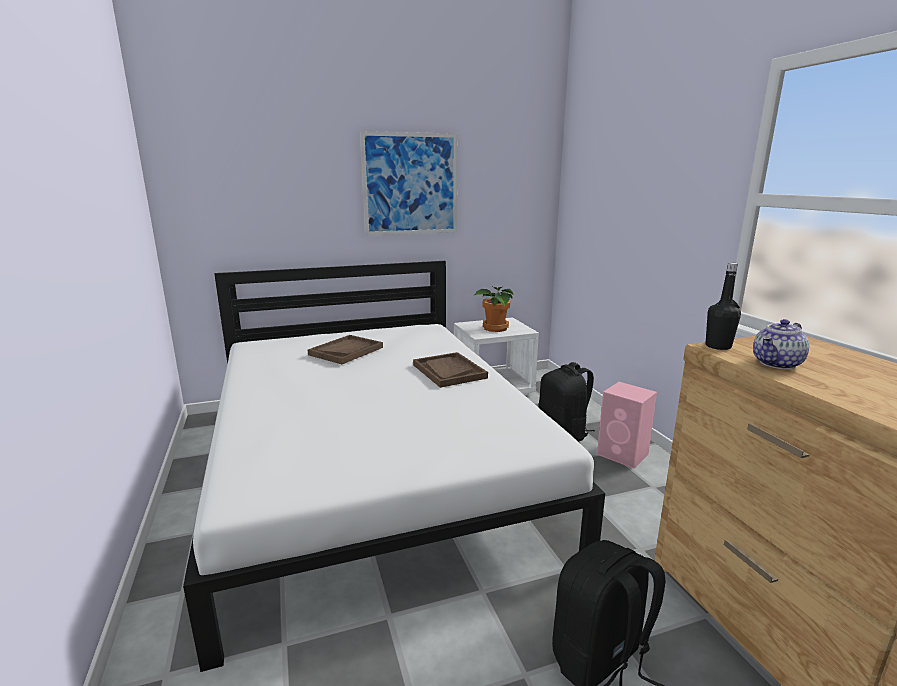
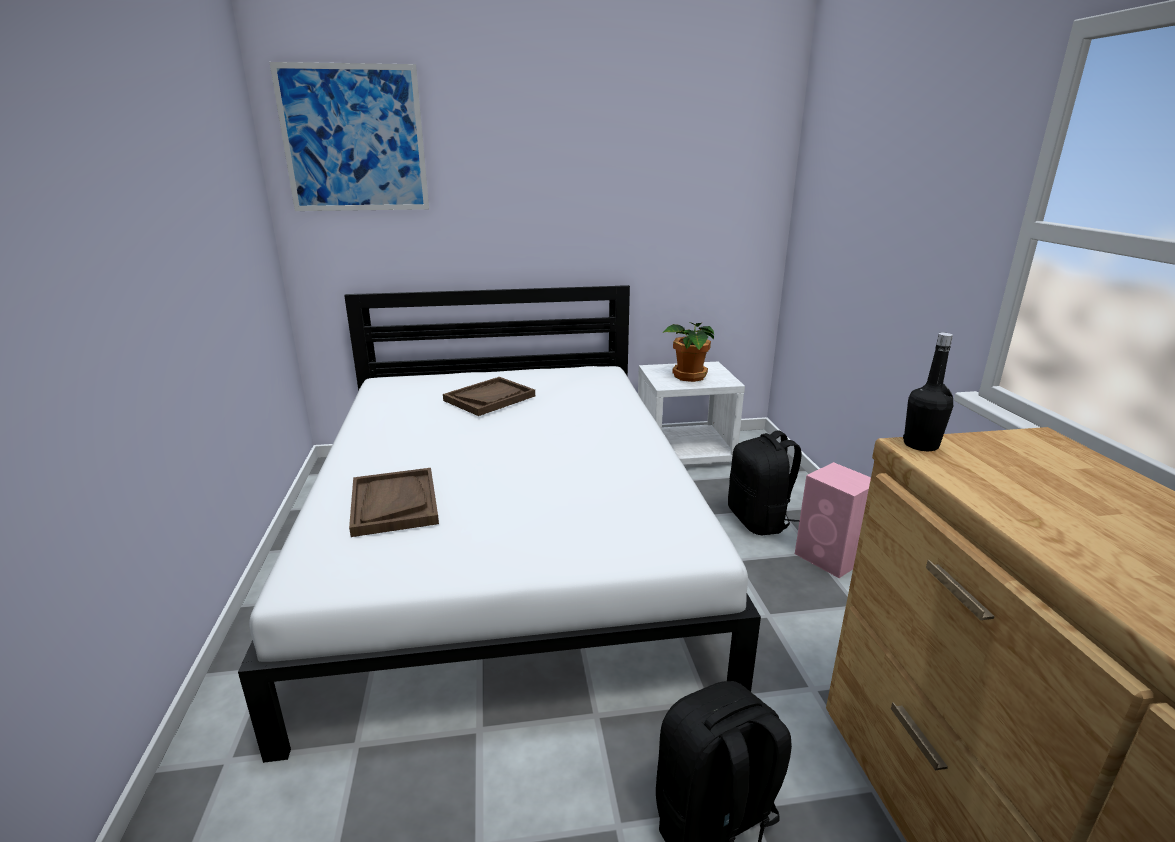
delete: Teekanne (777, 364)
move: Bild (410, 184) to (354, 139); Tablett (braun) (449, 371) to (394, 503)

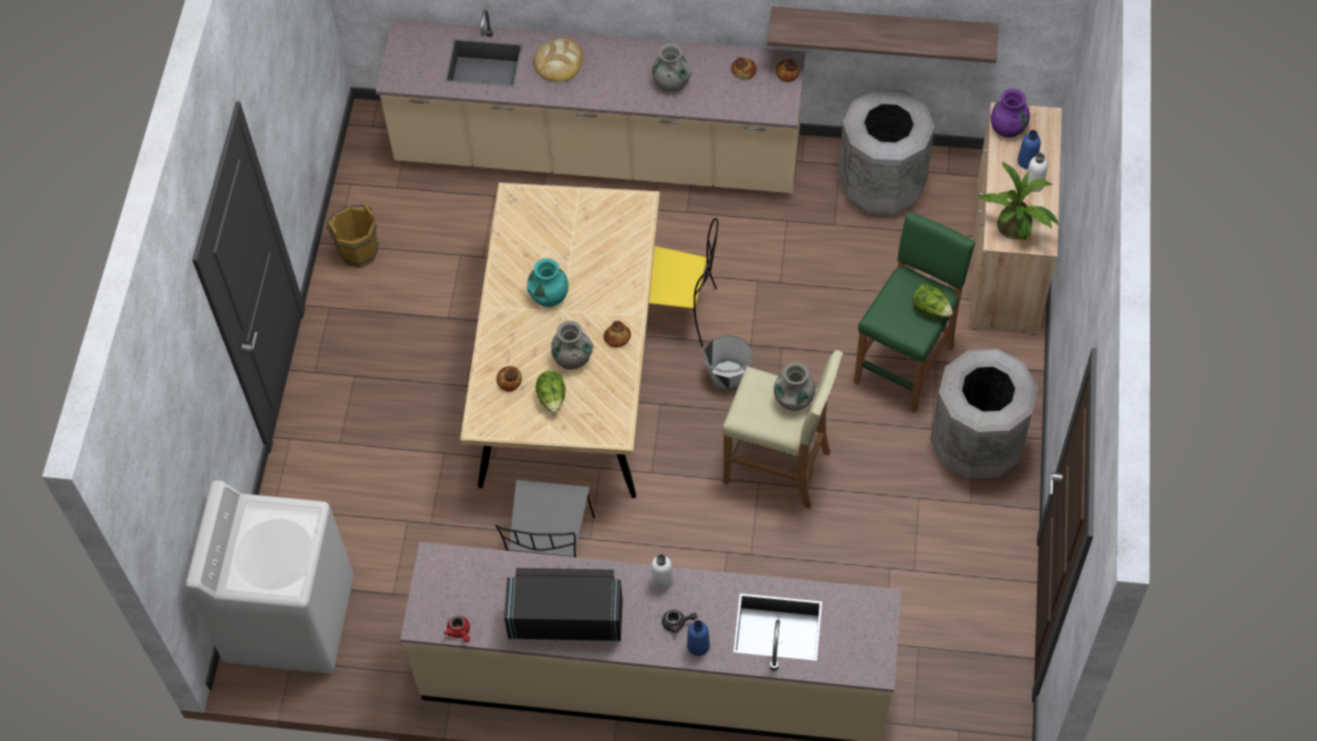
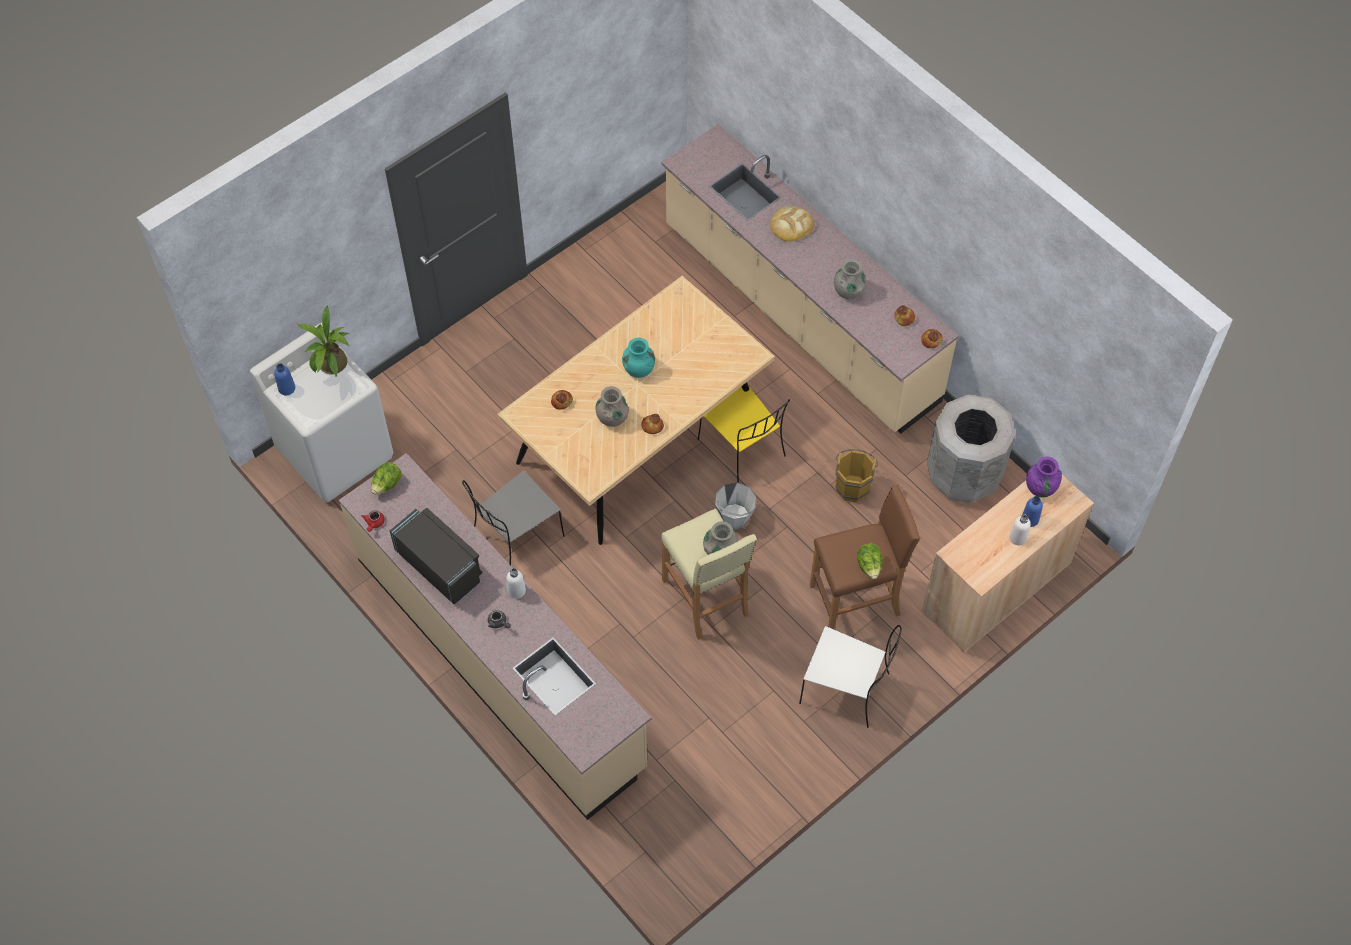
delete: Wandregal (883, 27)
move: Flasche (blau) (698, 646) to (287, 388); Topfpflanze (1015, 230) to (331, 367); Salatkopf (552, 398) to (387, 485); Eimer (braun) (357, 249) to (853, 485)
replace: Mülleimer (grau) (976, 445) to Stuhl (weiß) (847, 689)
recolor: Hocker (grün) (905, 364) to Hocker (braun) (856, 600)

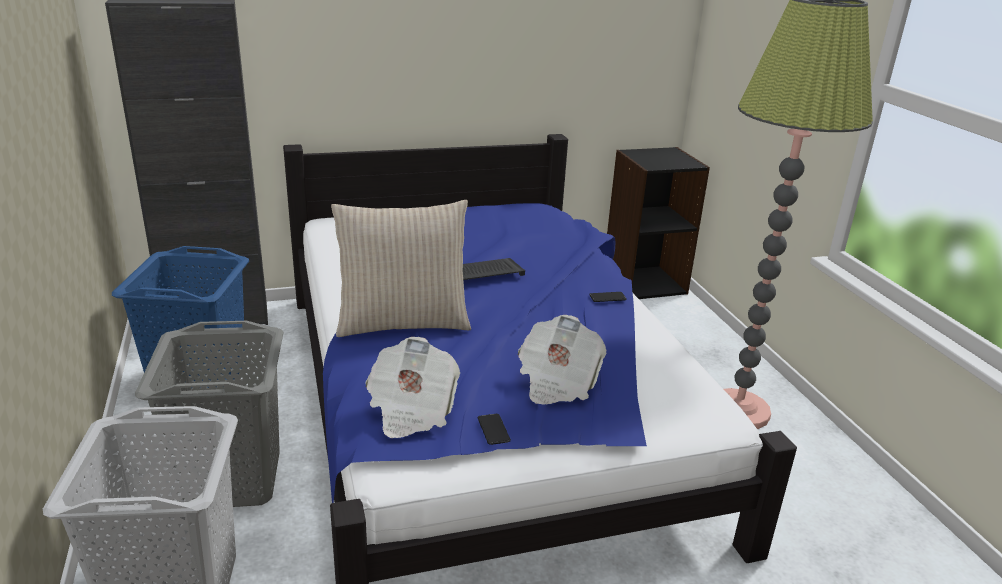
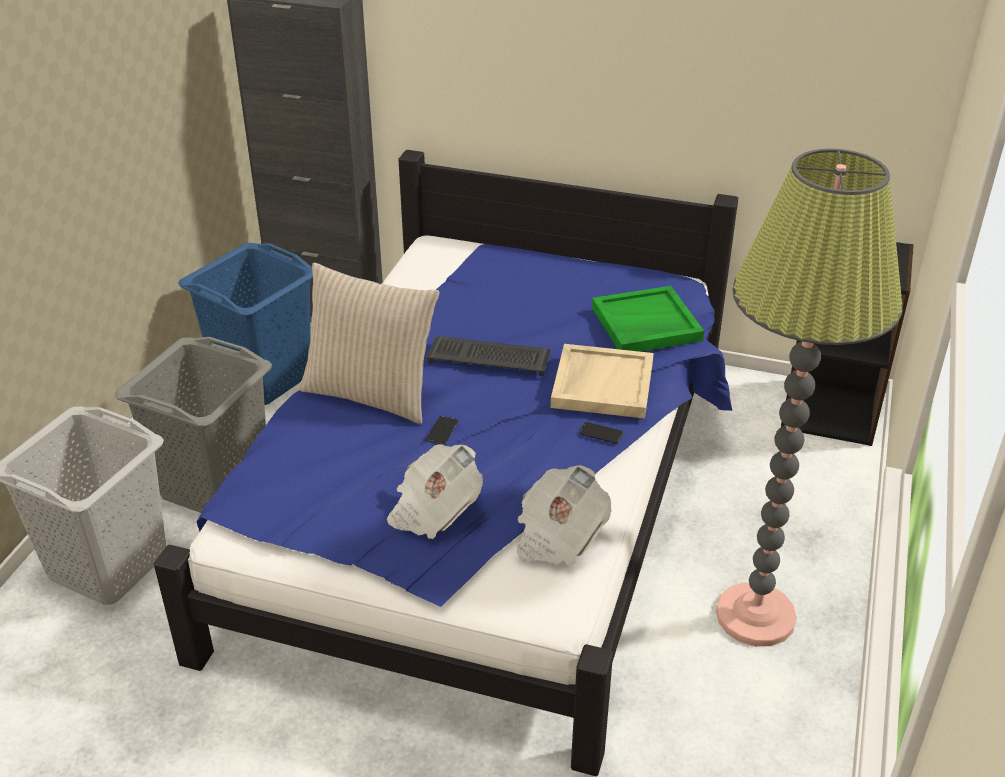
insert: Tablett (beige) (602, 384); Tablett (grün) (645, 324)
move: Handy (493, 429) to (442, 431); Zeitung (411, 409) to (558, 536)

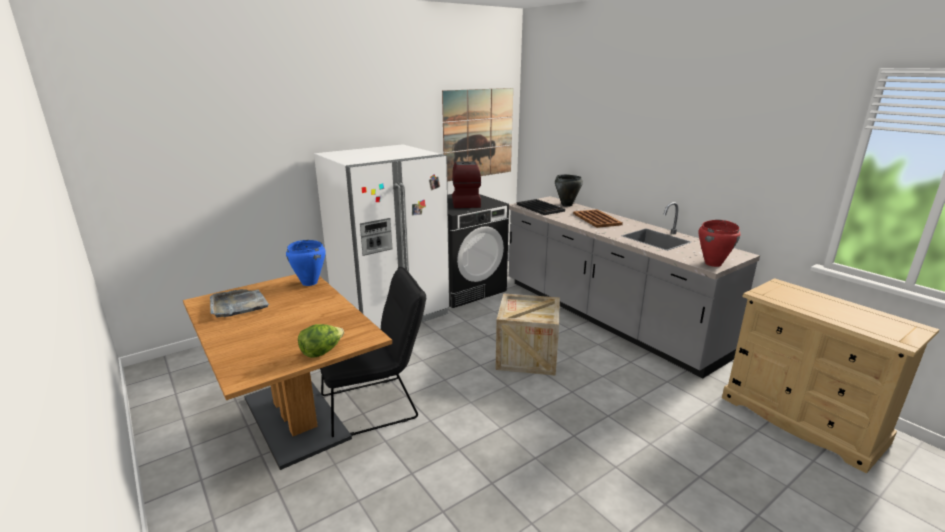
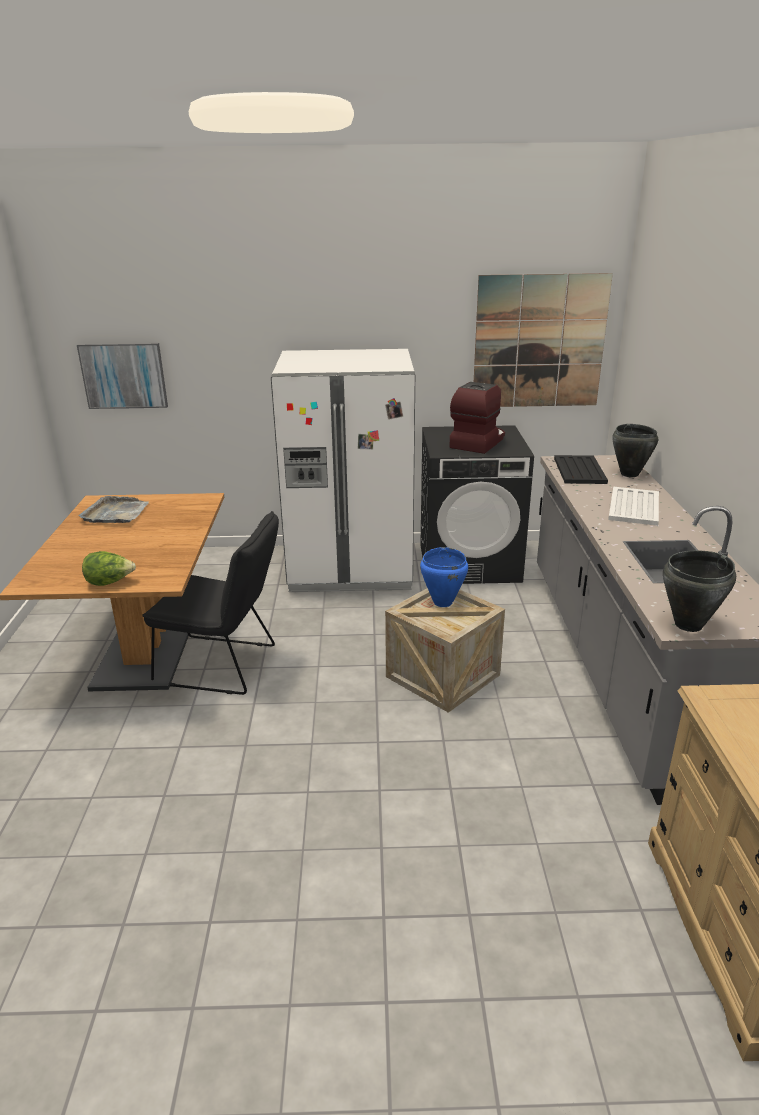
insert: Bild (124, 375)
move: Kochtopf (blau) (309, 283) to (442, 602)
recolor: Tablett (braun) (596, 219) to Tablett (weiß) (634, 506); Kochtopf (rot) (713, 264) to Kochtopf (schwarz) (689, 625)

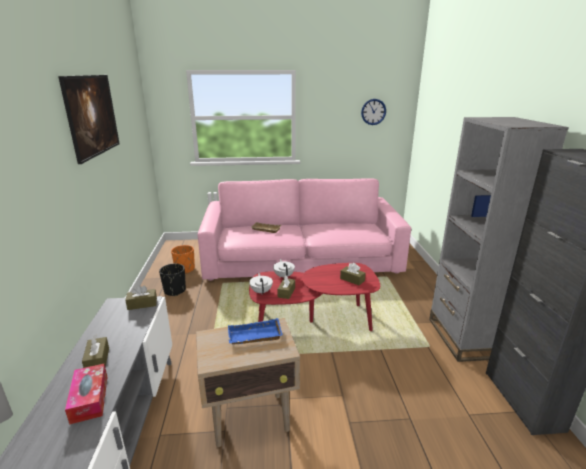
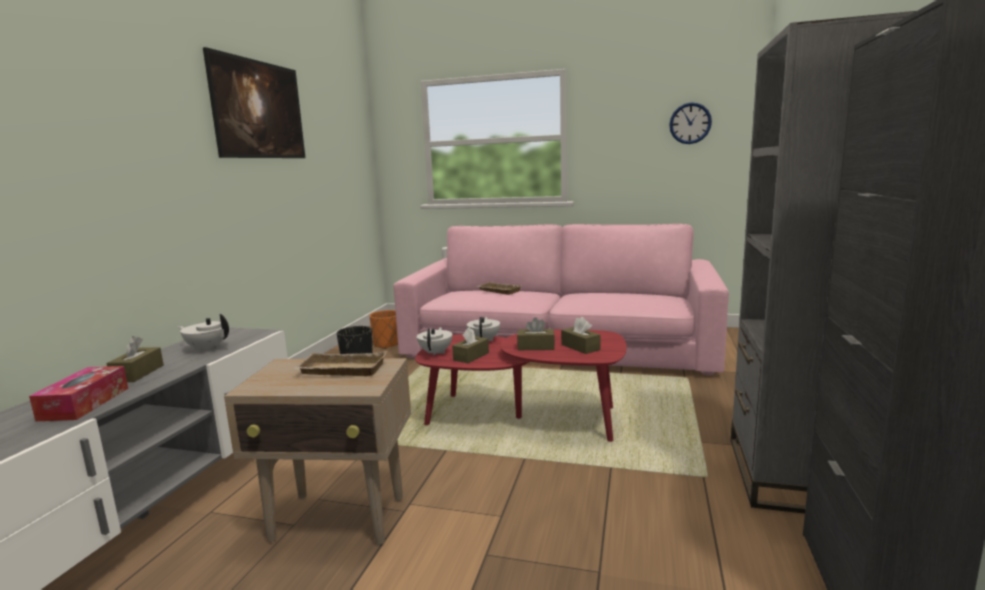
insert: Teekanne (weiß) (207, 348)
move: Taschentuchbox (braun) (142, 304) to (536, 347)
recolor: Tablett (blau) (254, 337) to Tablett (beige) (340, 371)

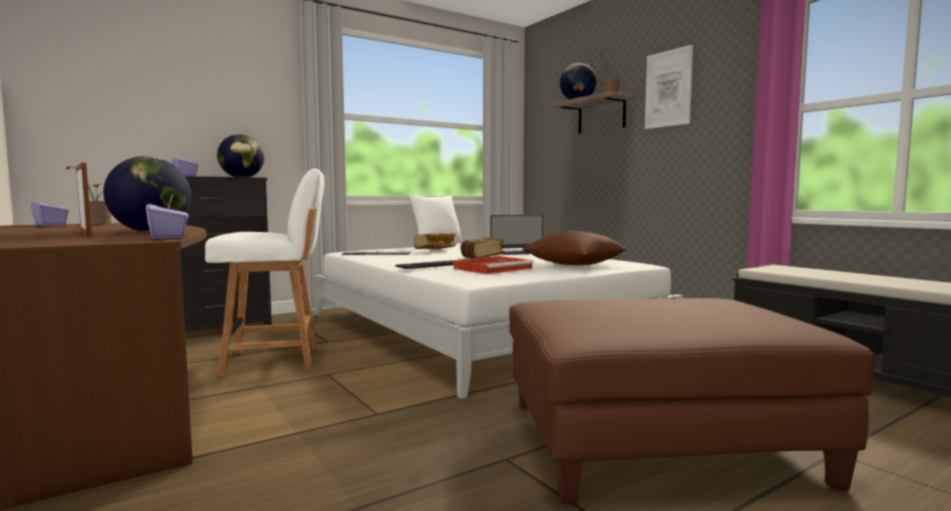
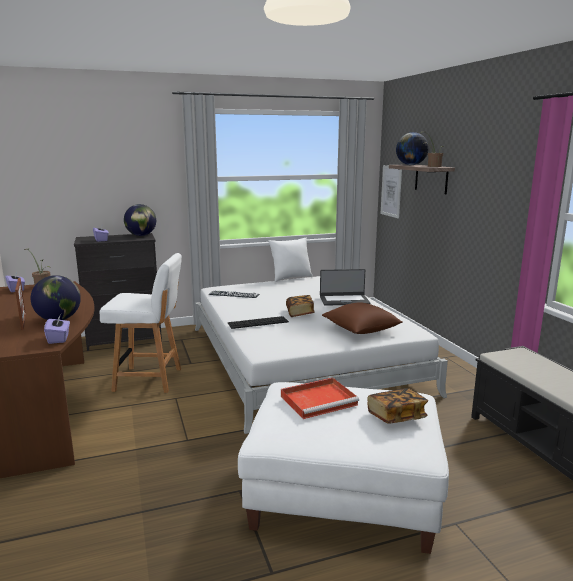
move: Tablett (rot) (494, 268) to (319, 400); Buch (435, 250) to (396, 416); Bild (668, 88) to (391, 191)
recolor: Polsterhocker (braun) (656, 440) to Polsterhocker (weiß) (343, 491)

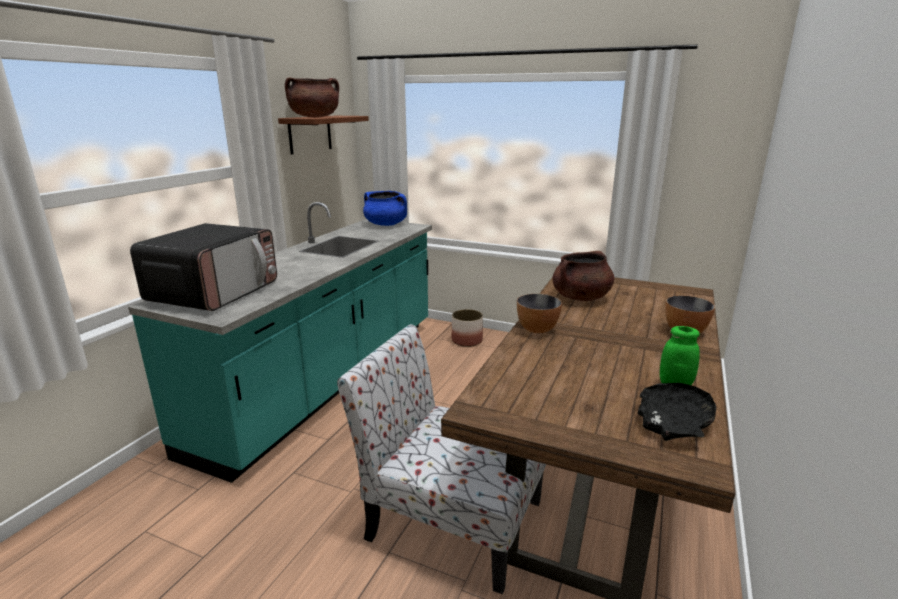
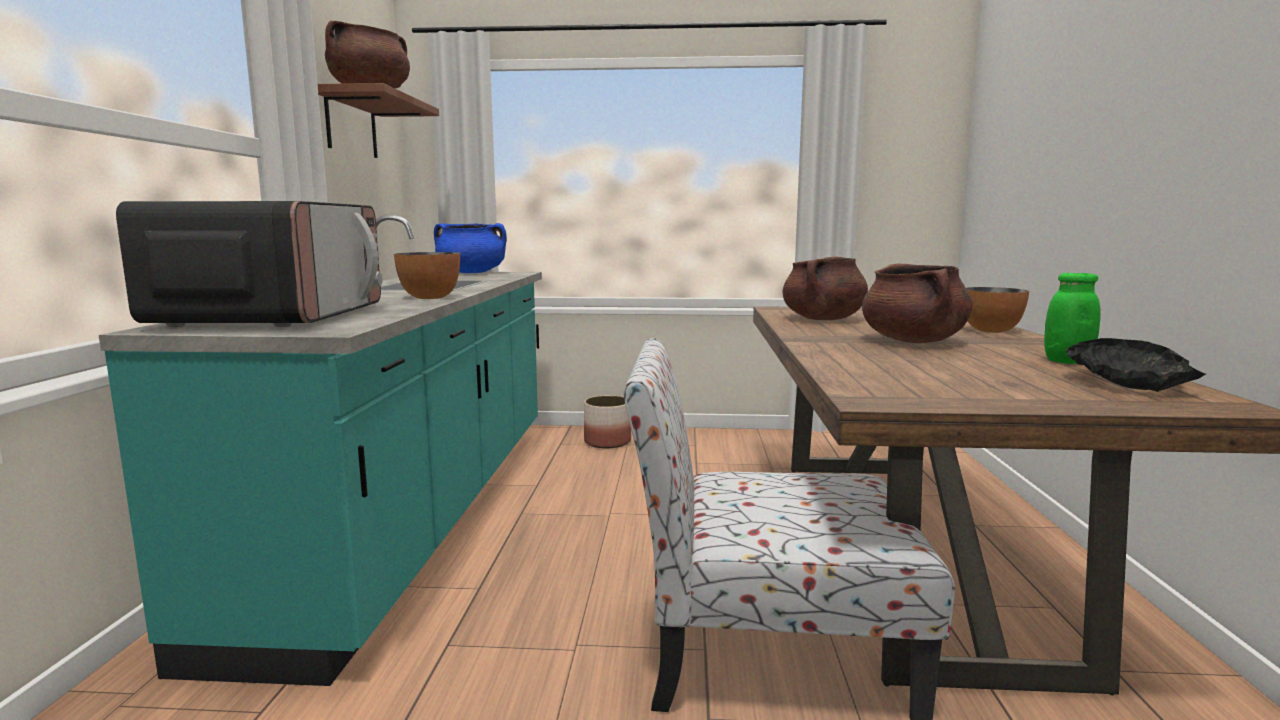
insert: Kochtopf (braun) (913, 341)
move: Schüssel (537, 330) to (430, 297)

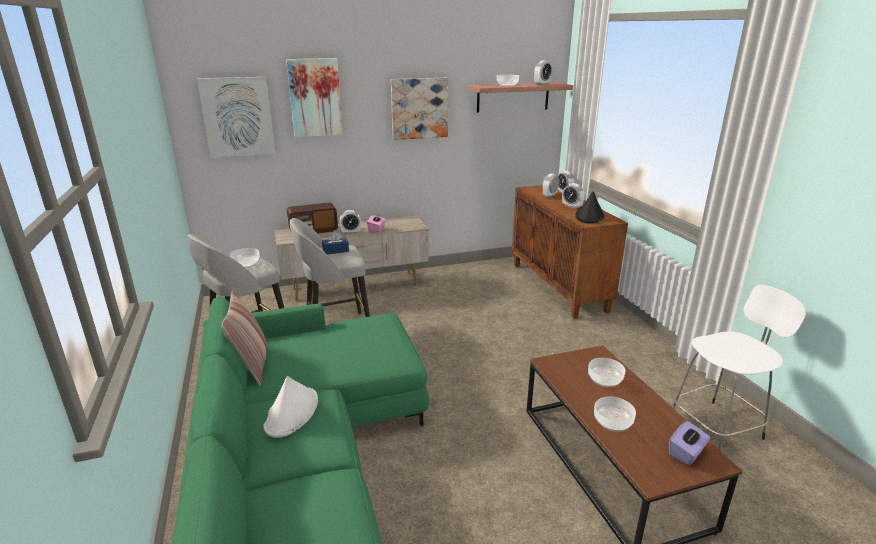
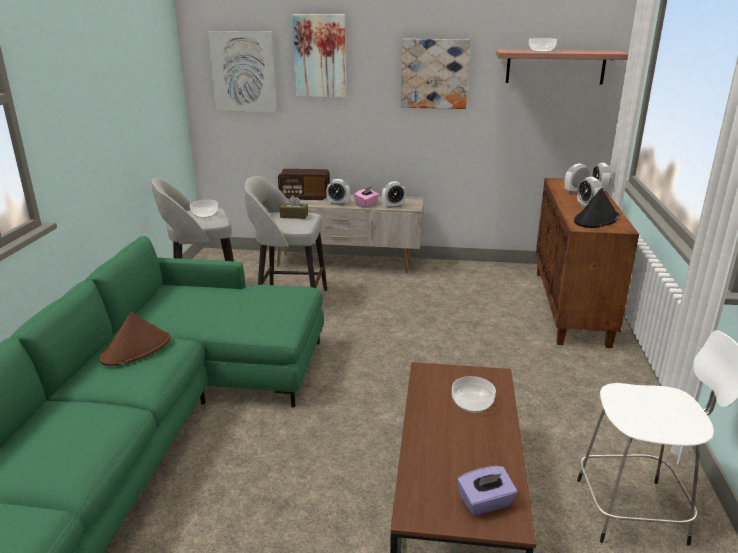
delete: Kissen (252, 365); Schüssel (612, 422)
move: Wecker (541, 84) to (393, 206)
recolor: Hut (weiß) (292, 412) to Hut (braun) (137, 349); Taschentuchbox (blau) (335, 251) to Taschentuchbox (braun) (294, 216)

